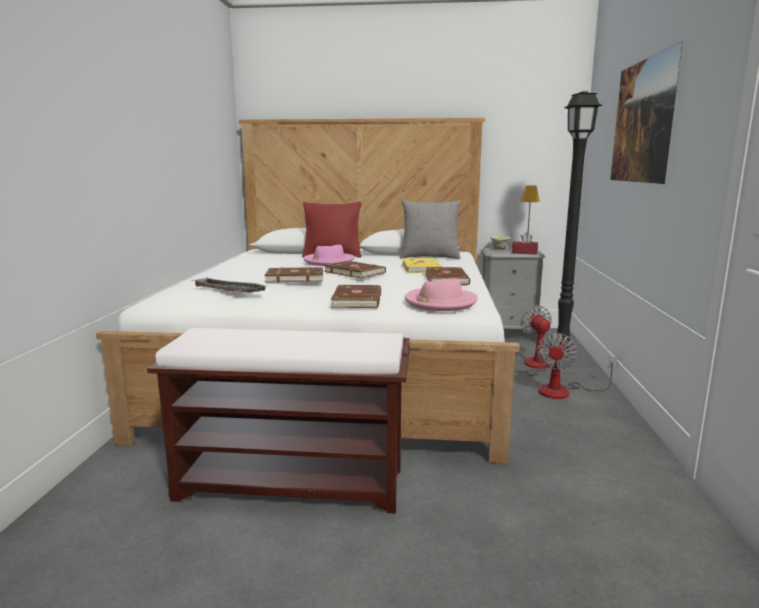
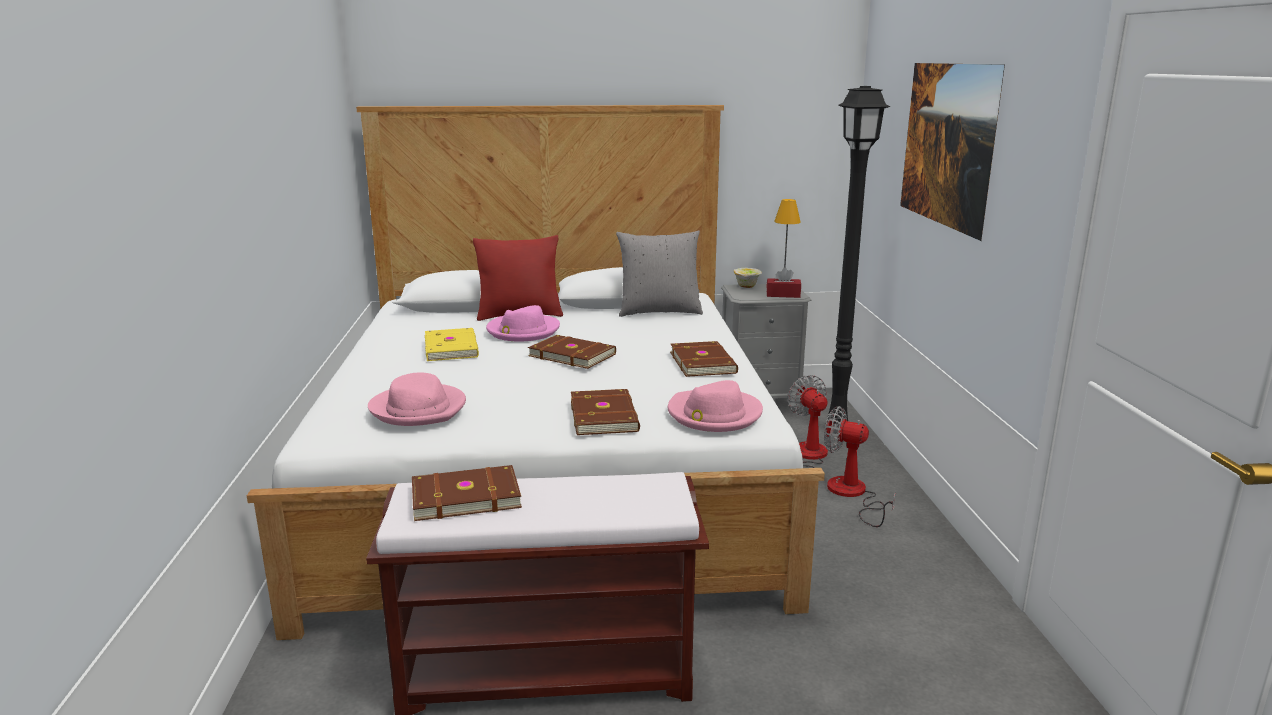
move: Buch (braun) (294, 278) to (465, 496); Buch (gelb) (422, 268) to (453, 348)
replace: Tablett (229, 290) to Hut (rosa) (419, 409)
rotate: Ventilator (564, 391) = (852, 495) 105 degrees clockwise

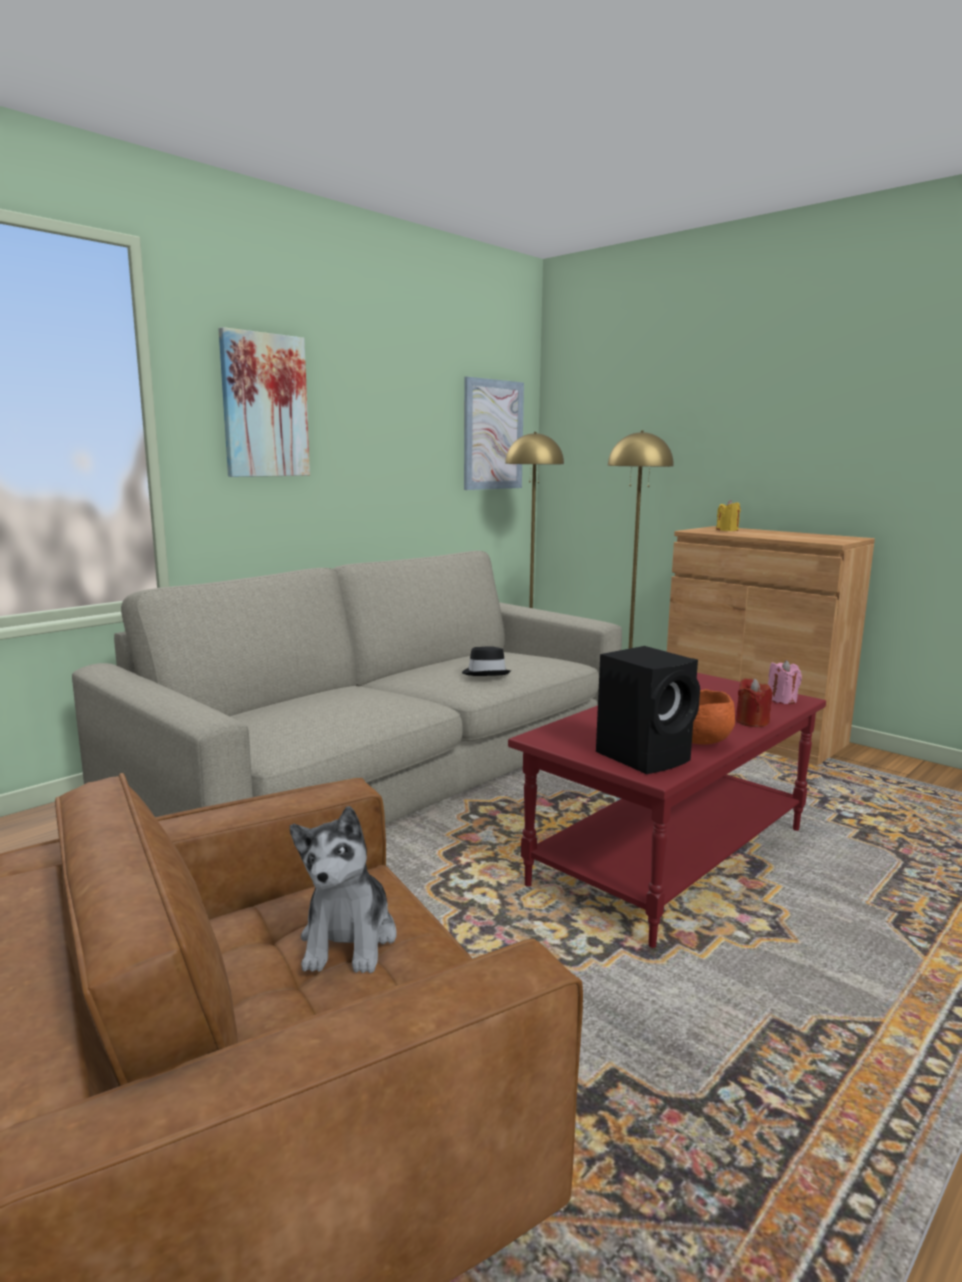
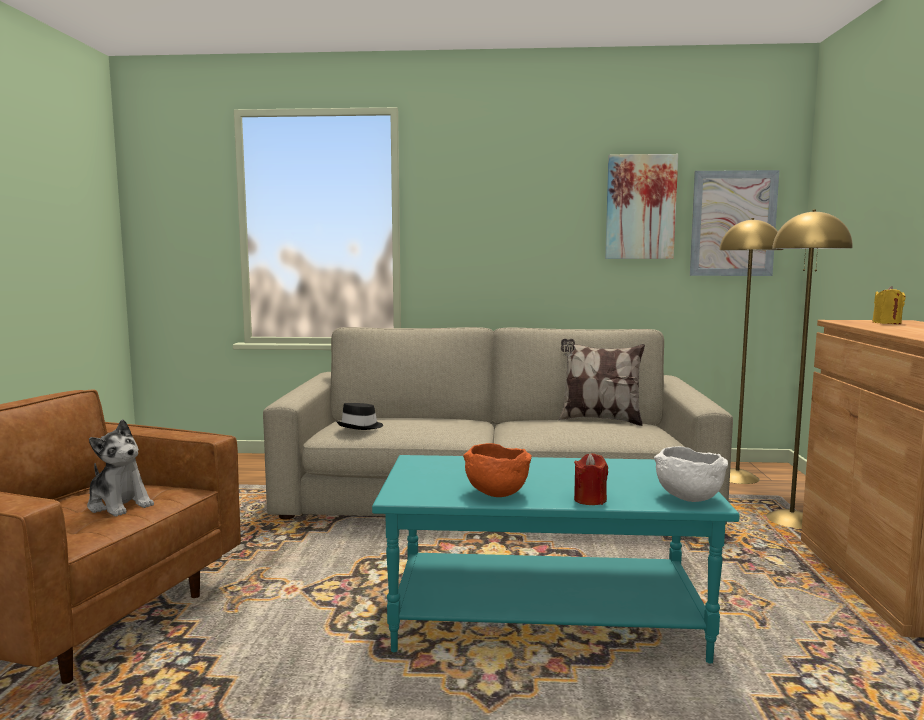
delete: Lautsprecher (schwarz) (645, 756)
insert: Kissen (599, 420)
move: Hut (schwarz) (486, 673) to (361, 427); Bild (264, 406) to (640, 207)
replace: Kerze (rosa) (781, 700) to Schüssel (weiß) (687, 498)
recolor: Couchtisch (rot) (669, 855) to Couchtisch (türkis) (546, 618)
rotate: Plüschtier (349, 939) = (119, 504) 105 degrees counterclockwise

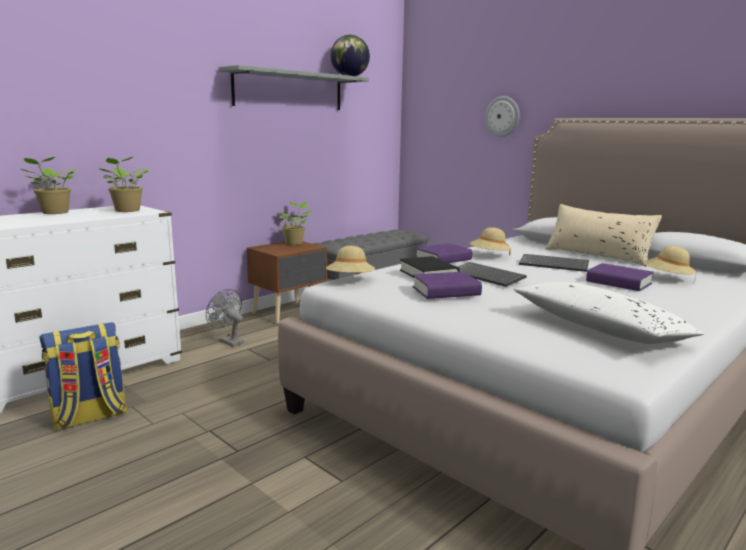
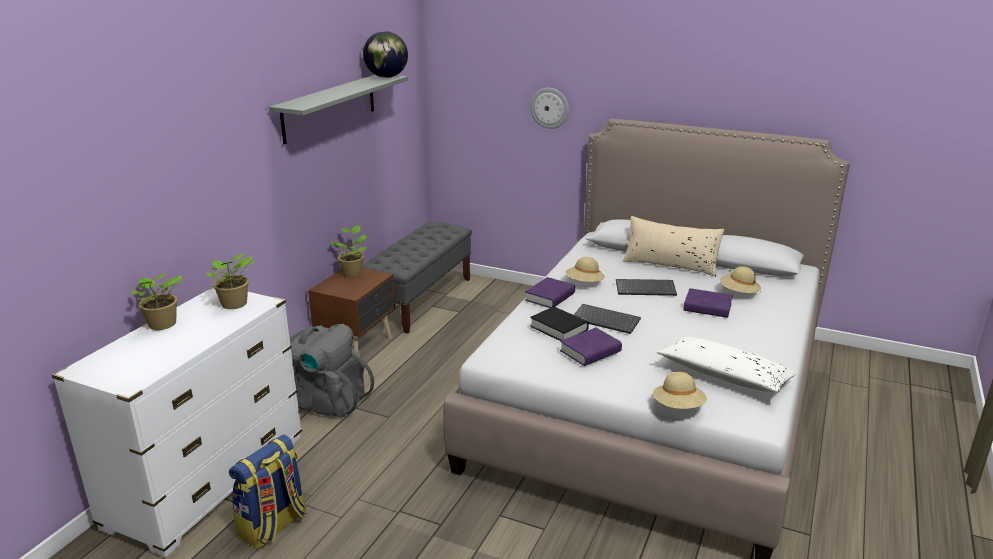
move: Hut (beige) (350, 280) to (678, 407)
replace: Ventilator (grau) (228, 341) to Rucksack (grau) (327, 402)

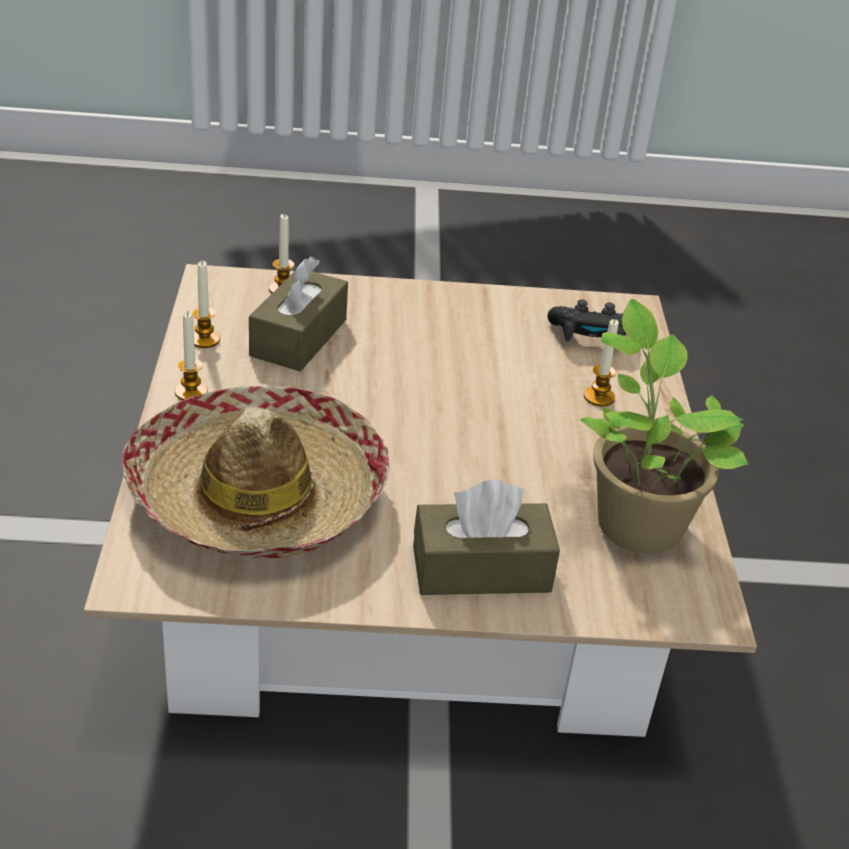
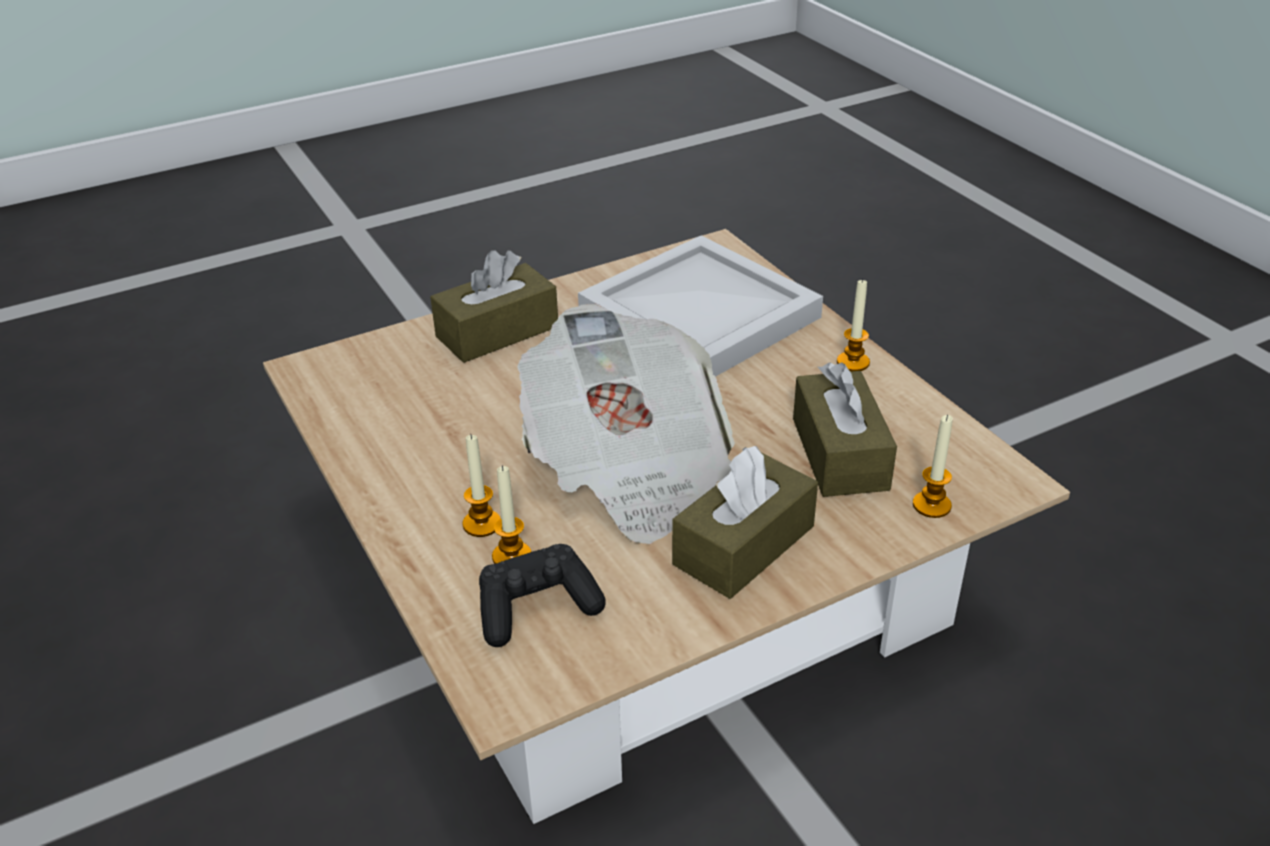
delete: Topfpflanze (635, 521)
insert: Zeitung (629, 468); Taschentuchbox (braun) (744, 545)
move: Kerze (204, 339) to (512, 556)
replace: Hut (258, 494) to Tablett (weiß) (703, 315)

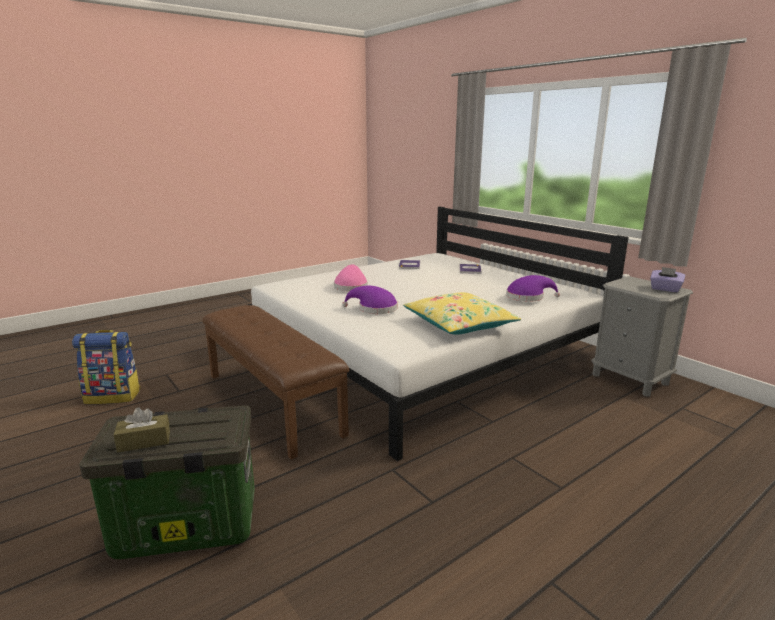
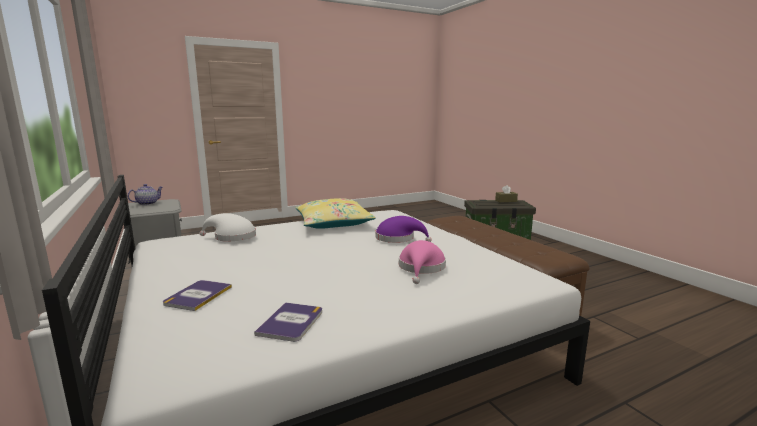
delete: Rucksack (113, 396)
replace: Taschentuchbox (lila) (665, 289) to Teekanne (147, 203)
recolor: Hut (lila) (528, 297) to Hut (weiß) (232, 237)

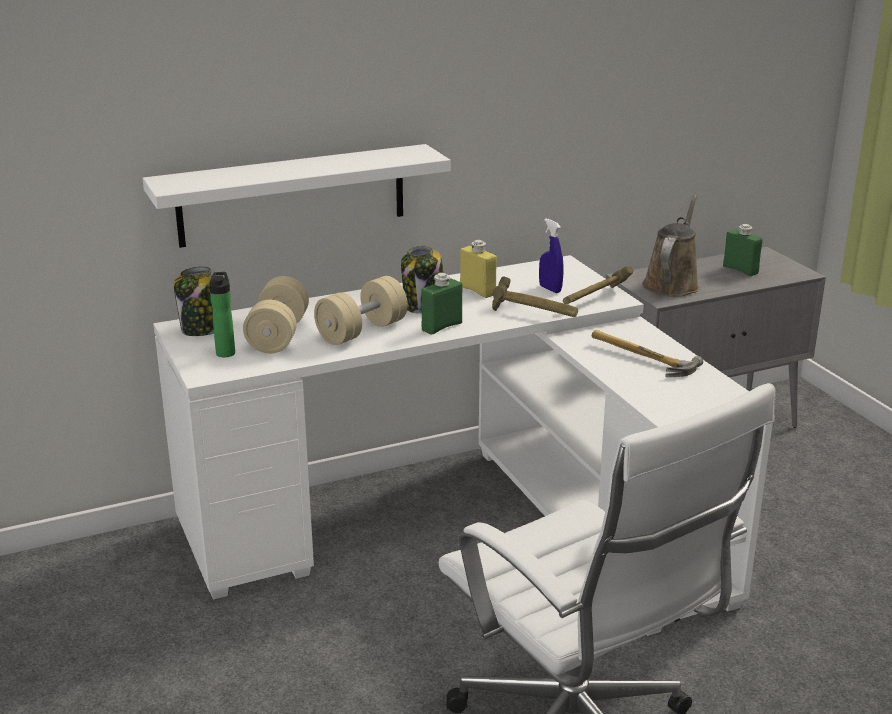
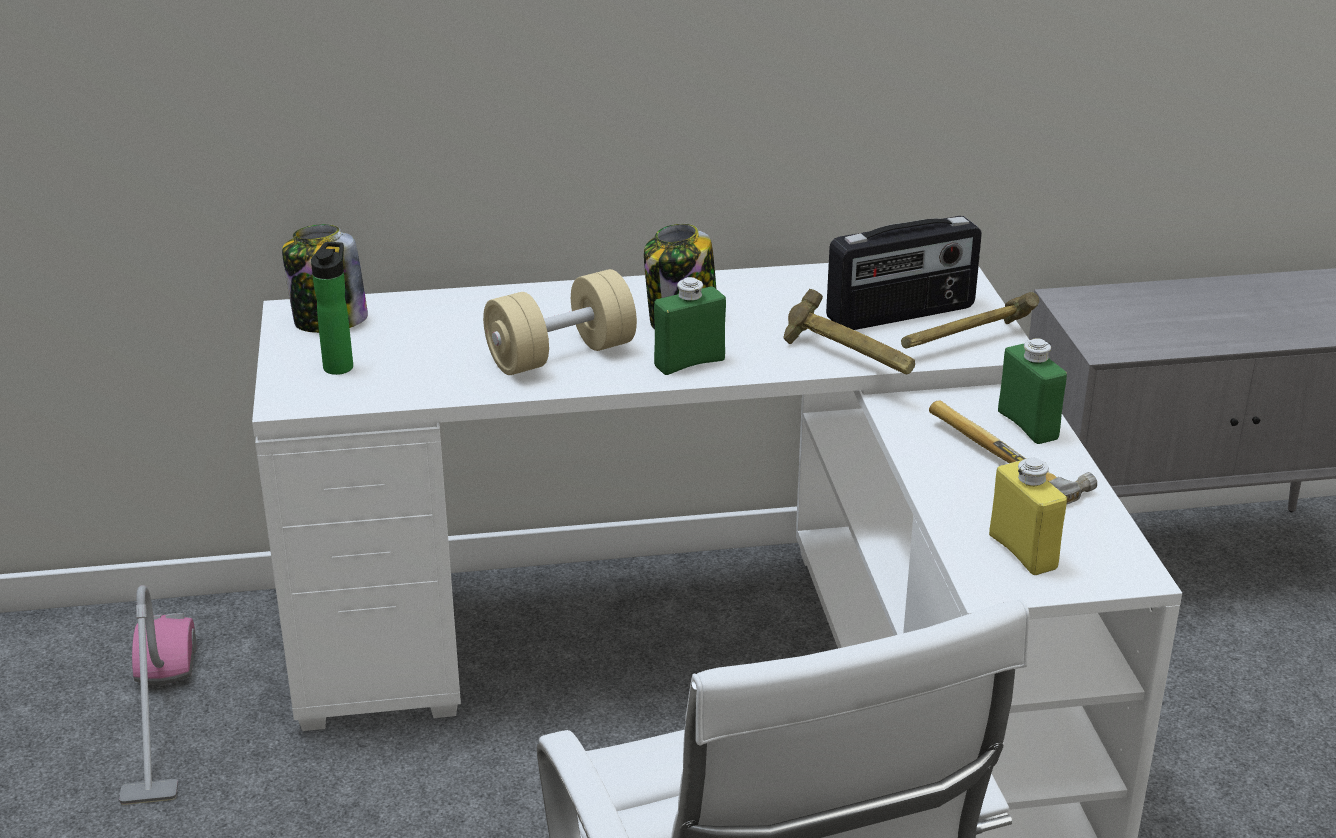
delete: Wandregal (weiß) (292, 195); Hantel (beige) (278, 335); Gießkanne (braun) (672, 284)
insert: Staubsauger (159, 717)
move: Flasche (gelb) (477, 291) to (1022, 552); Flasche (grün) (740, 270) to (1027, 425)
replace: Sprühflasche (blau) (550, 289) to Radio (901, 314)

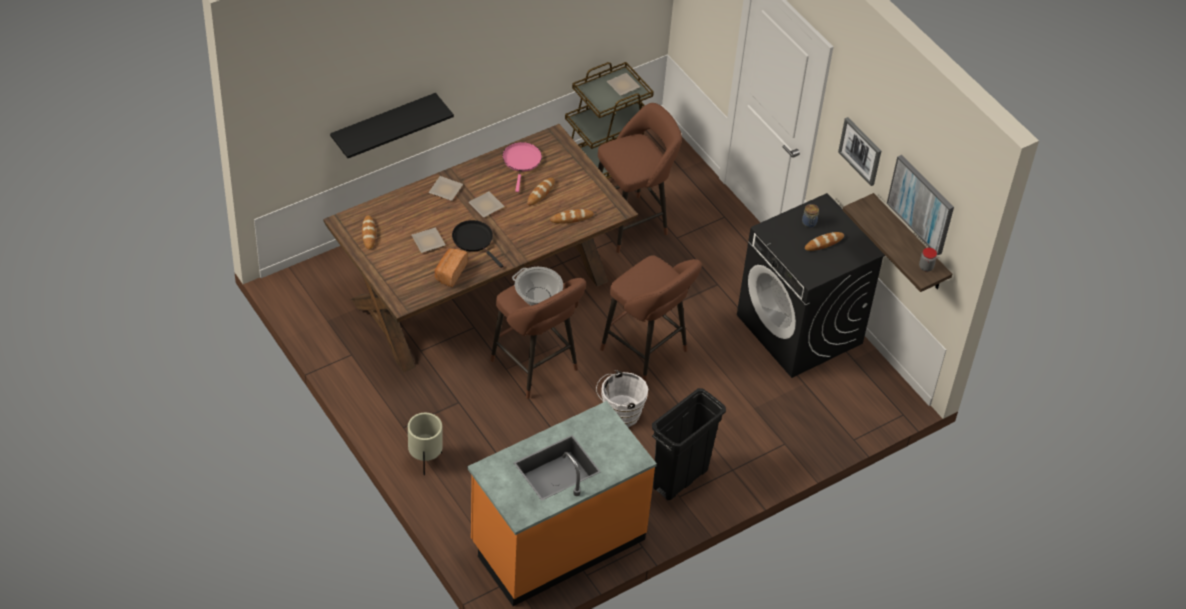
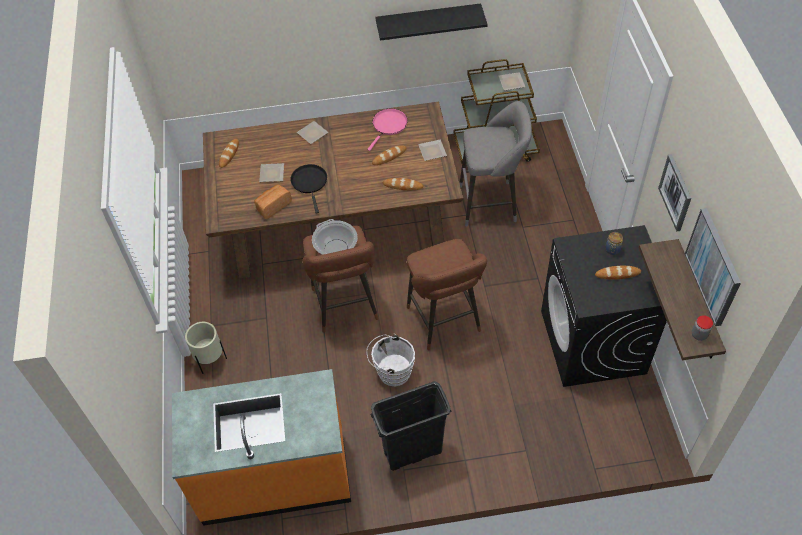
move: Wandregal (schwarz) (383, 124) to (428, 22); Teller (487, 206) to (433, 152)
recolor: Hocker (braun) (632, 222) to Hocker (grau) (491, 203)

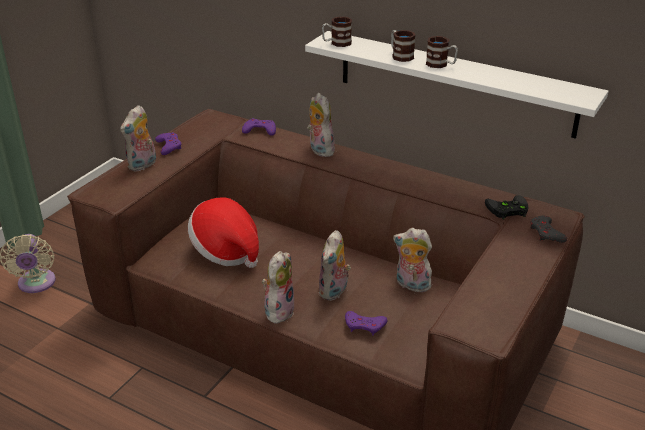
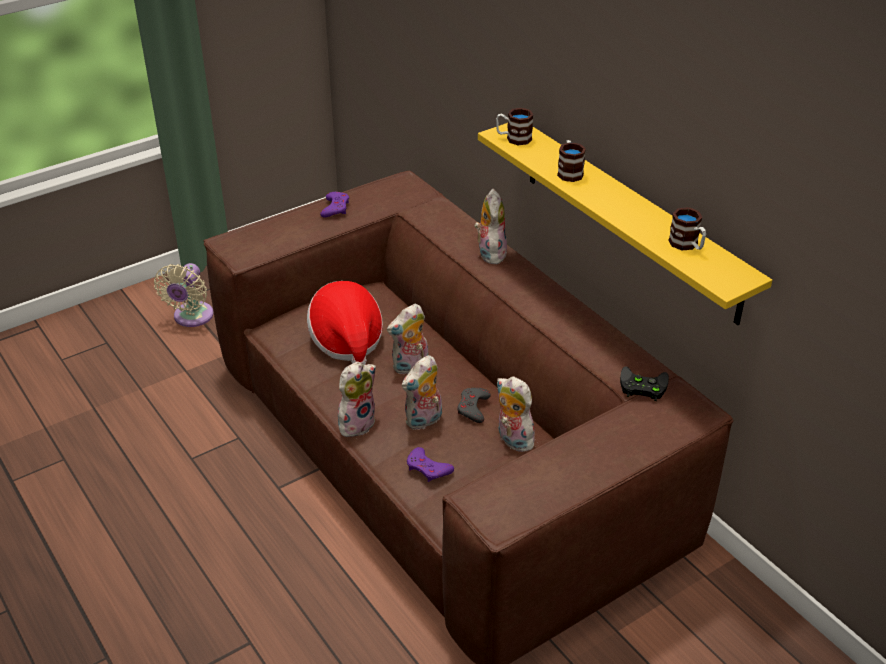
delete: Gamepad (lila) (260, 130)
move: Plüschtier (142, 165) to (410, 367); Gamepad (grau) (546, 233) to (473, 408); Henkelbecher (441, 65) to (687, 245)
recolor: Wandregal (weiß) (454, 83) to Wandregal (gelb) (629, 218)

